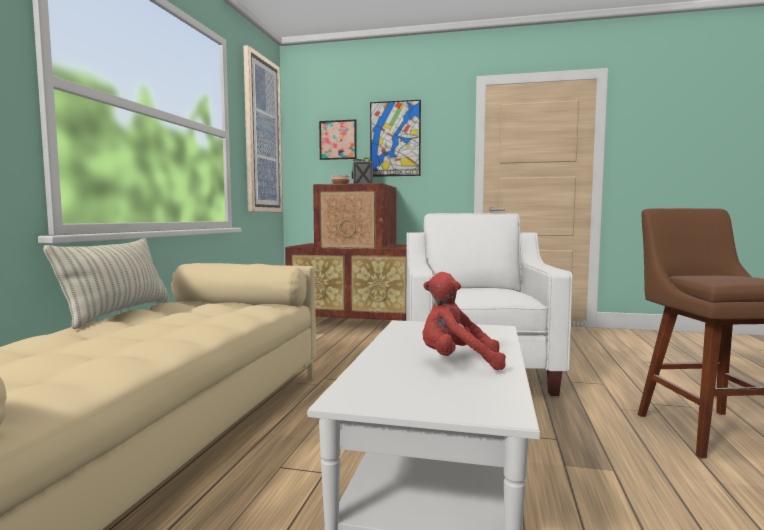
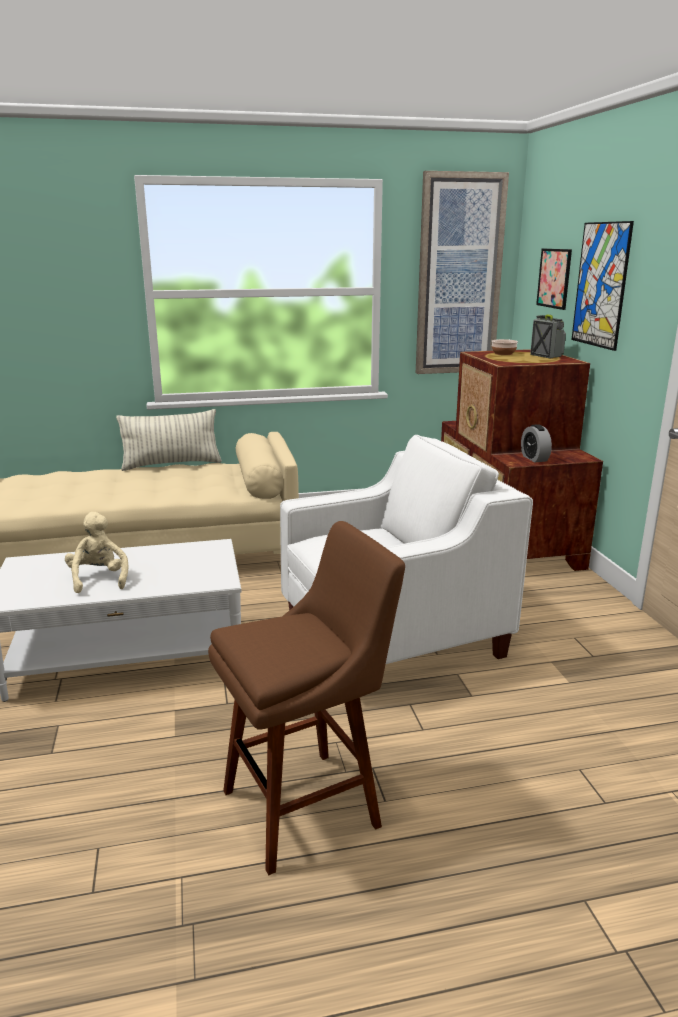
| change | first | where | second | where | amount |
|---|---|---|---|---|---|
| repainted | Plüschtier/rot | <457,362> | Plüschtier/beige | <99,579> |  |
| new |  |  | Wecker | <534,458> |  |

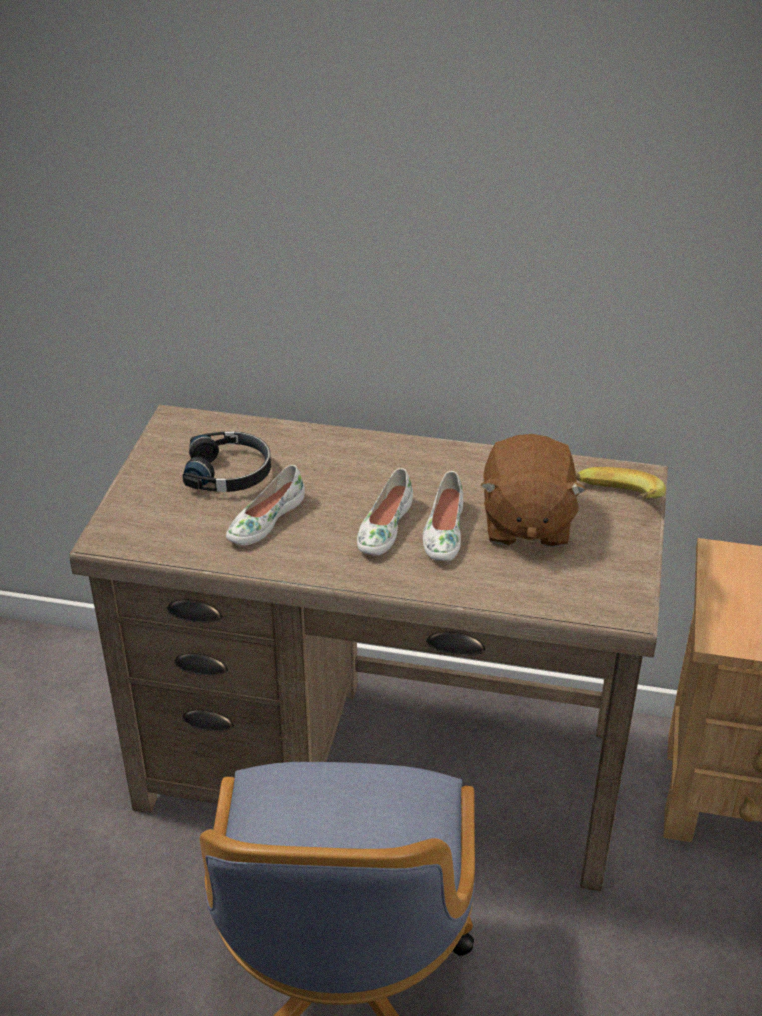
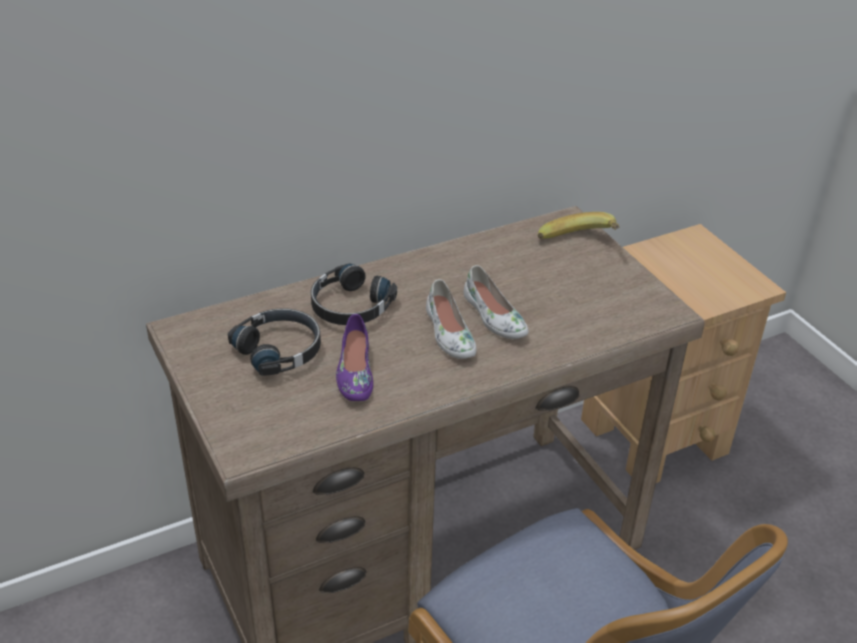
| change | first | where | second | where | amount |
|---|---|---|---|---|---|
| repainted | Schuh/weiß | <265,519> | Schuh/lila | <354,372> |  |
| gone | Plüschtier/braun | <525,523> |  |  |  |
| new |  |  | Kopfhörer/schwarz | <350,306> |  |

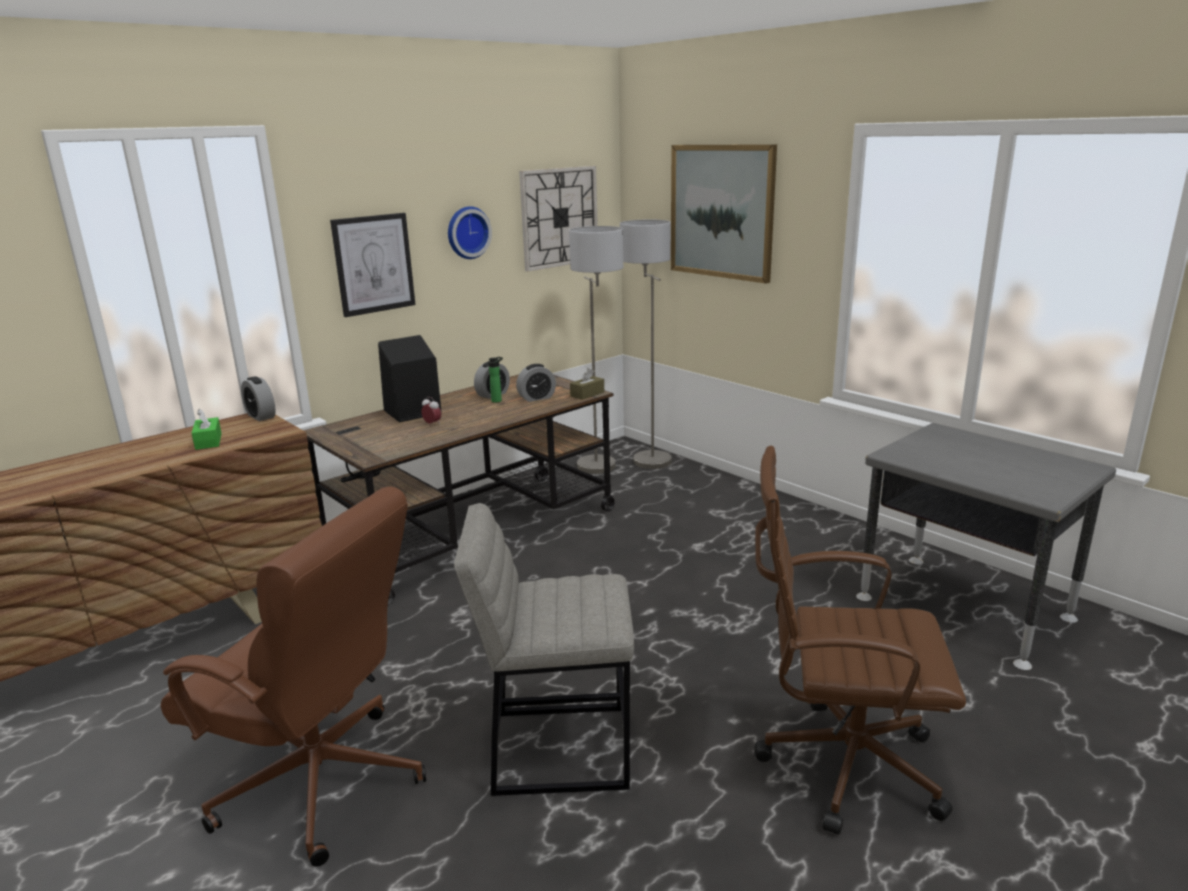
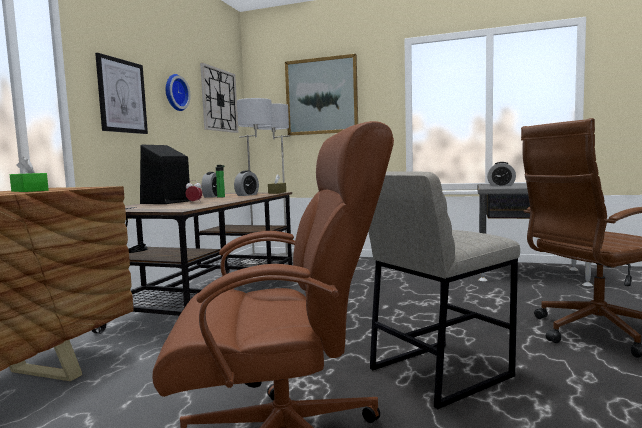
| change | first | where | second | where | amount |
|---|---|---|---|---|---|
| shifted | Wecker | <261,416> |  | <501,186> |  |

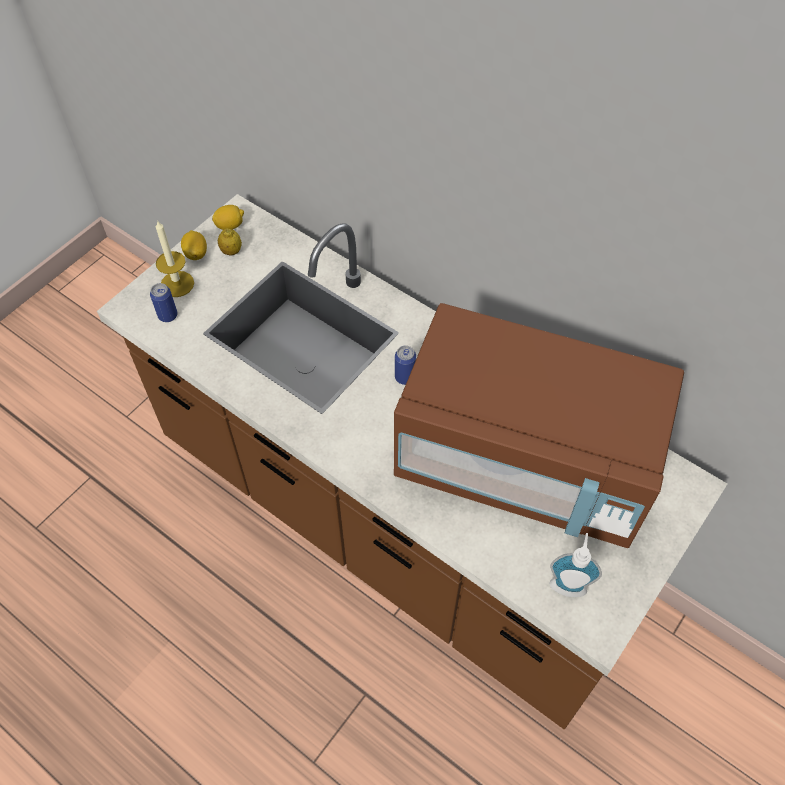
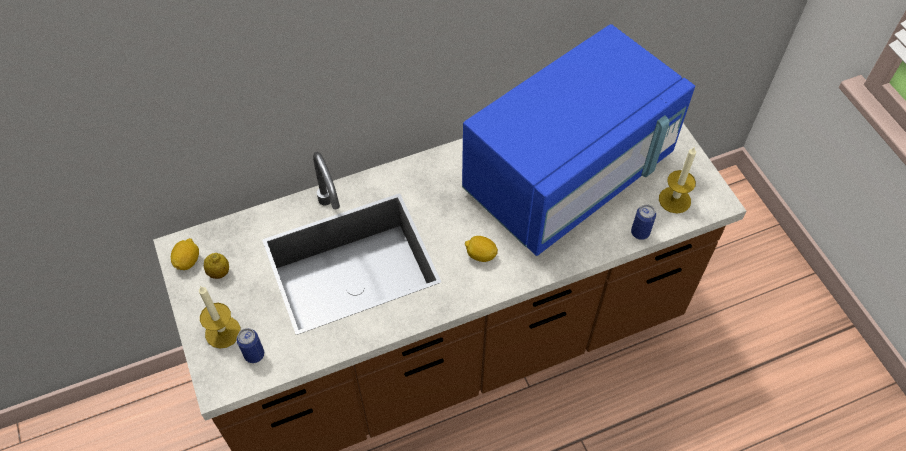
| change | first | where | second | where | amount |
|---|---|---|---|---|---|
| shifted | Zitrone | <196,253> |  | <480,255> |  |
| repainted | Mikrowelle/braun | <524,464> | Mikrowelle/blau | <568,175> |  |
| shifted | Dose | <405,377> |  | <640,233> |  |
| swapped | Seifenspender | <568,583> | Kerze | <674,200> |  |

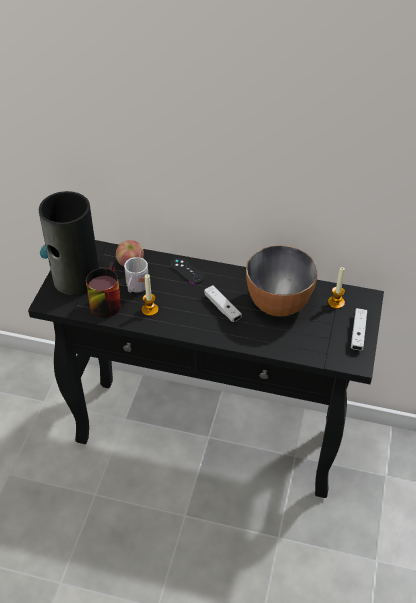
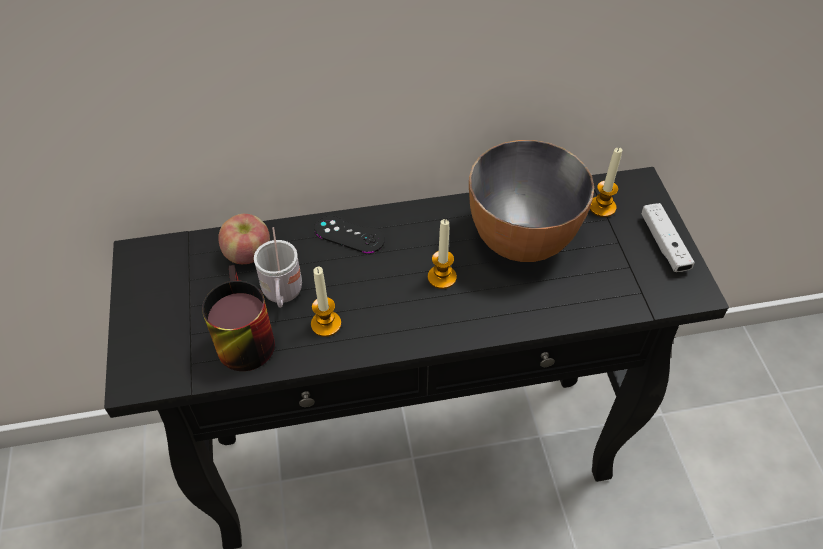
| change | first | where | second | where | amount |
|---|---|---|---|---|---|
| gone | Vase | <76,279> |  |  |  |
| swapped | Gamepad/weiß | <222,308> | Kerze | <442,277> |  |

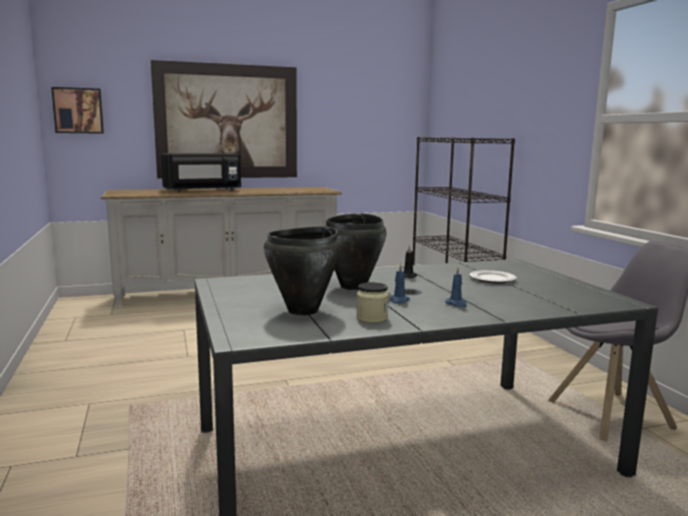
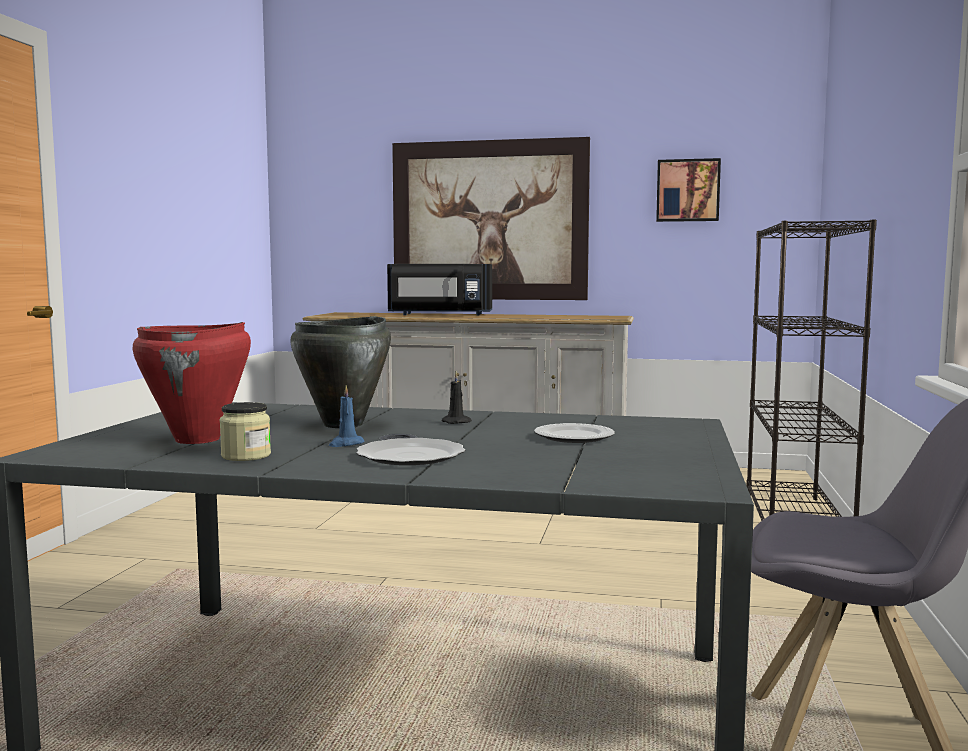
| change | first | where | second | where | amount |
|---|---|---|---|---|---|
| shifted | Bild | <78,110> |  | <687,190> |  |
| repainted | Kochtopf/schwarz | <303,311> | Kochtopf/rot | <198,440> |  |
| swapped | Kerze/blau | <456,304> | Teller | <409,456> |  |

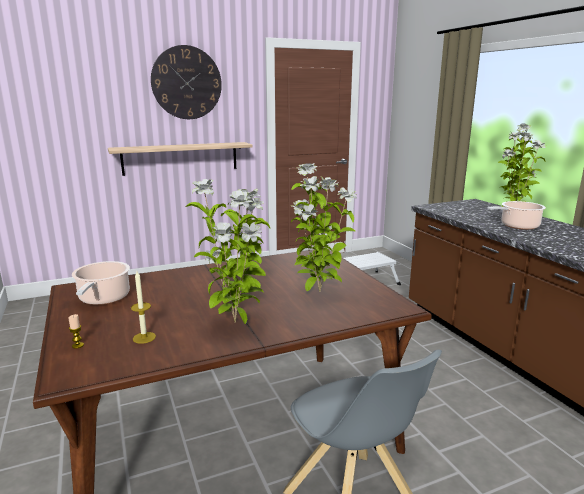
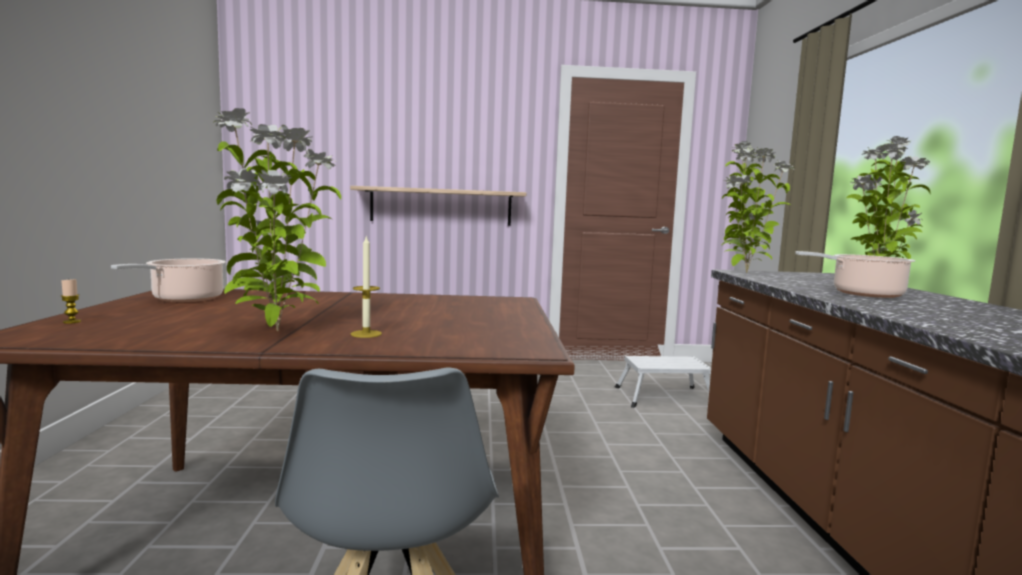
| change | first | where | second | where | amount |
|---|---|---|---|---|---|
| shifted | Kerze | <144,337> |  | <366,334> |  |
| gone | Wanduhr | <186,83> |  |  |  |
| shifted | Topfpflanze | <318,292> |  | <745,272> |  |

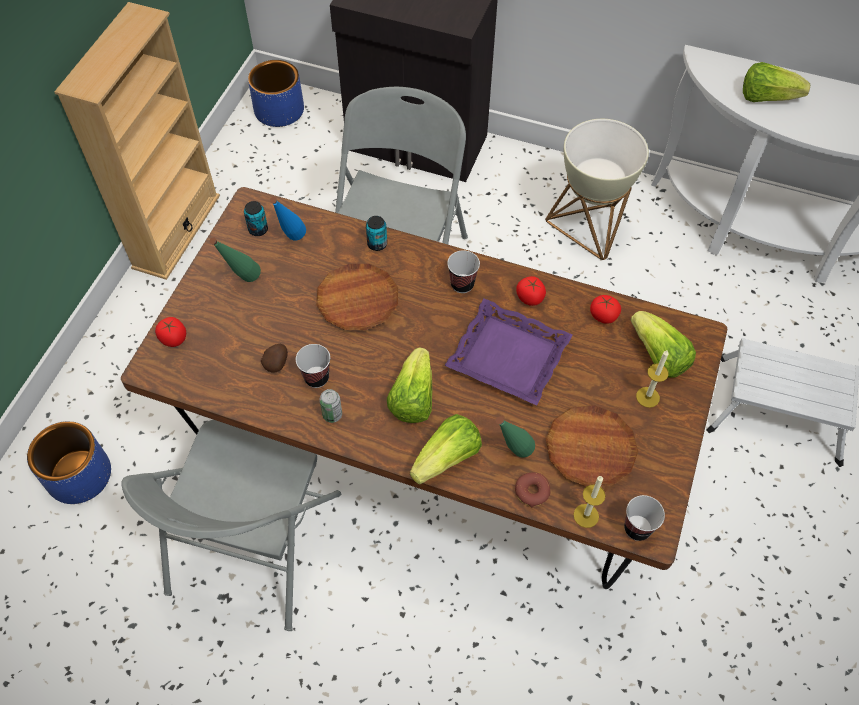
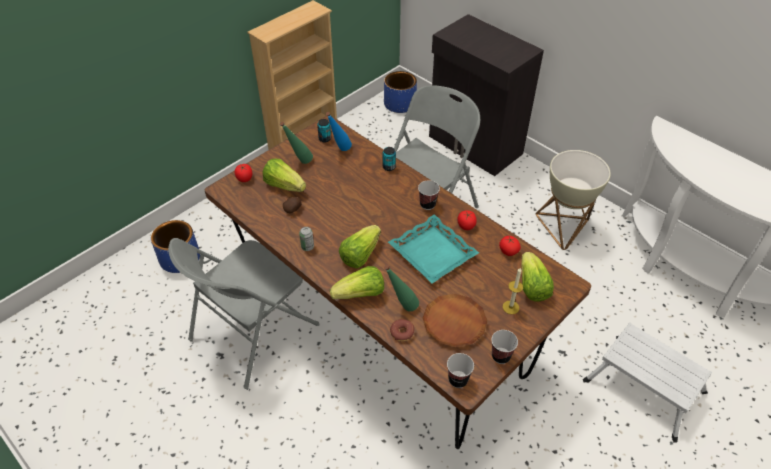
| change | first | where | second | where | amount |
|---|---|---|---|---|---|
| shifted | Tasse | <316,378> |  | <501,356> |  |
| gone | Teller/braun | <357,300> |  |  |  |
| repainted | Tablett/lila | <509,356> | Tablett/türkis | <433,253> |  |
| gone | Kerze | <586,515> |  |  |  |
| shifted | Salatkopf | <766,97> |  | <284,185> |  |

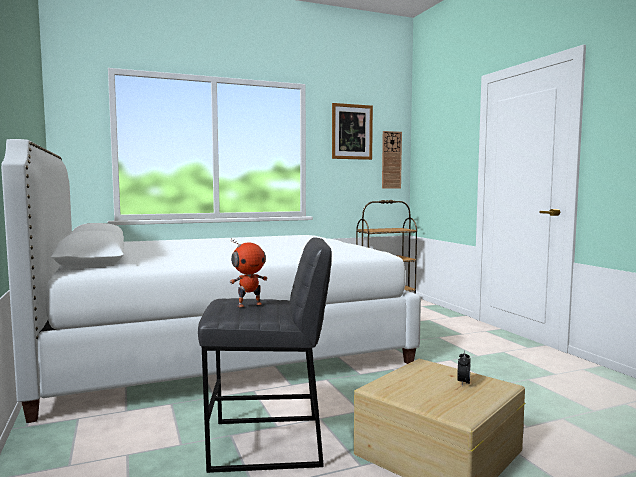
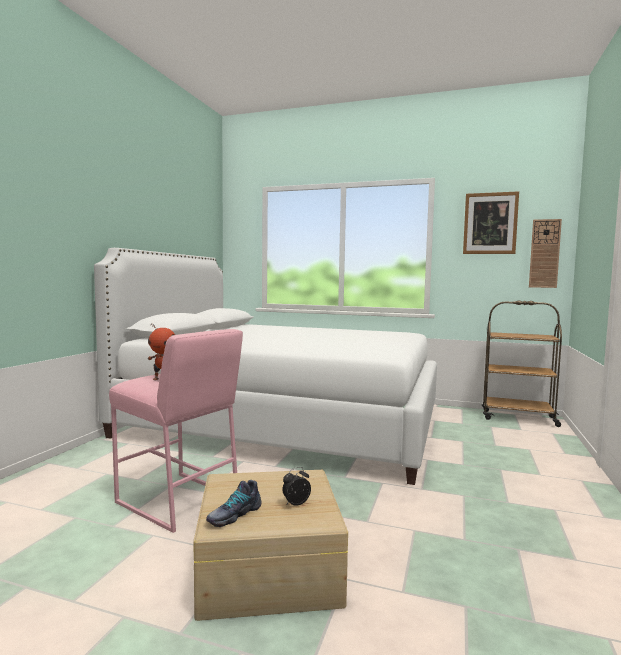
| change | first | where | second | where | amount |
|---|---|---|---|---|---|
| repainted | Hocker/grau | <269,443> | Hocker/rosa | <178,500> |  |
| new |  |  | Schuh | <234,514> |  |

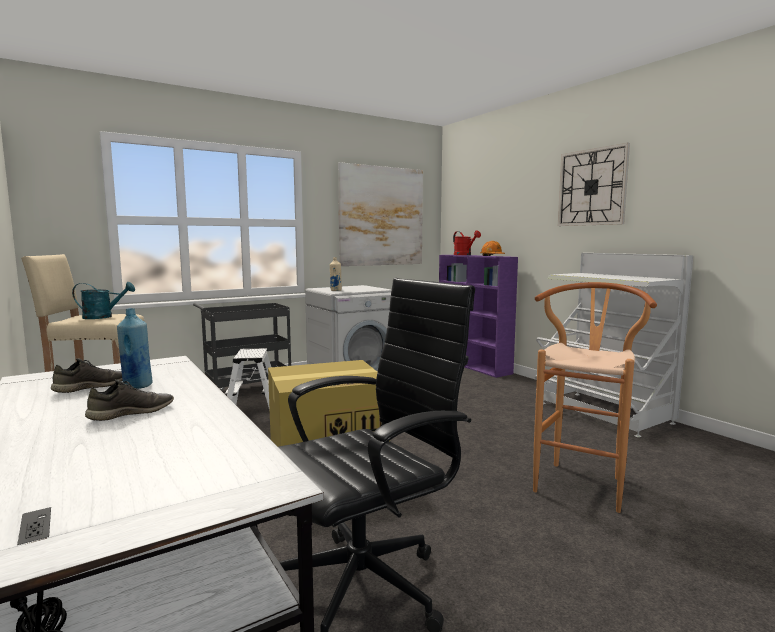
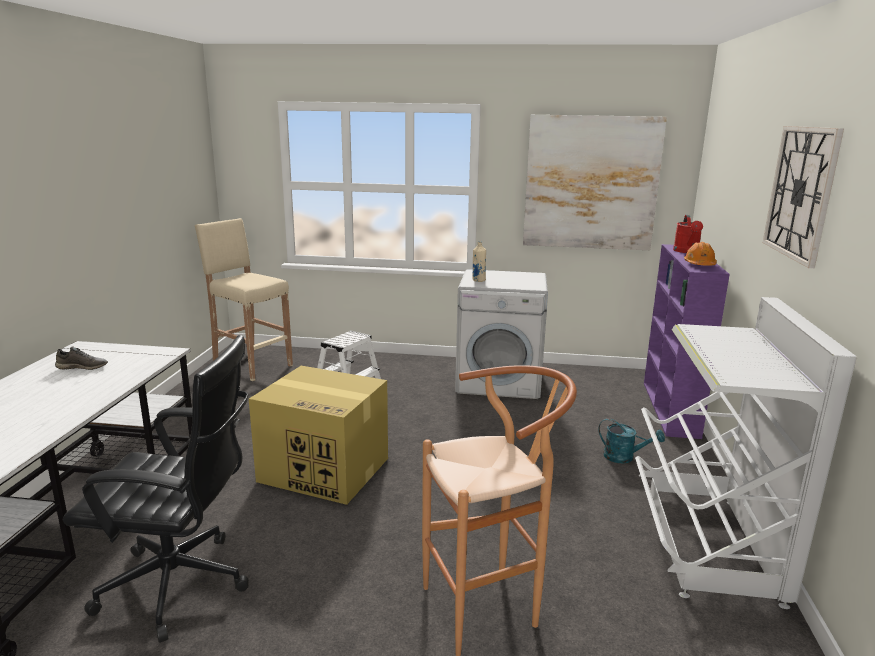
| change | first | where | second | where | amount |
|---|---|---|---|---|---|
| shifted | Gießkanne/türkis | <103,317> |  | <624,457> |  |
| gone | Schuh/grau | <131,412> |  |  |  |
| gone | Flasche/blau | <137,386> |  |  |  |
| gone | Rollwagen/grau | <245,390> |  |  |  |

